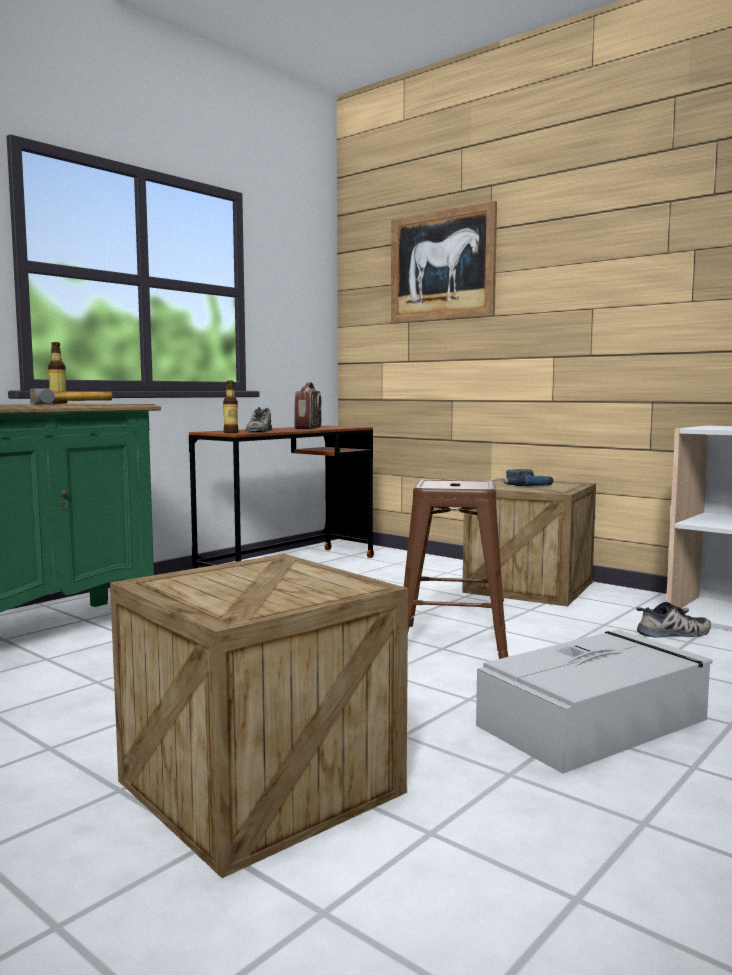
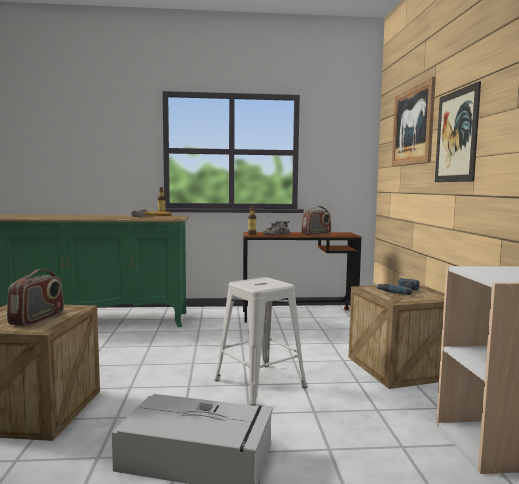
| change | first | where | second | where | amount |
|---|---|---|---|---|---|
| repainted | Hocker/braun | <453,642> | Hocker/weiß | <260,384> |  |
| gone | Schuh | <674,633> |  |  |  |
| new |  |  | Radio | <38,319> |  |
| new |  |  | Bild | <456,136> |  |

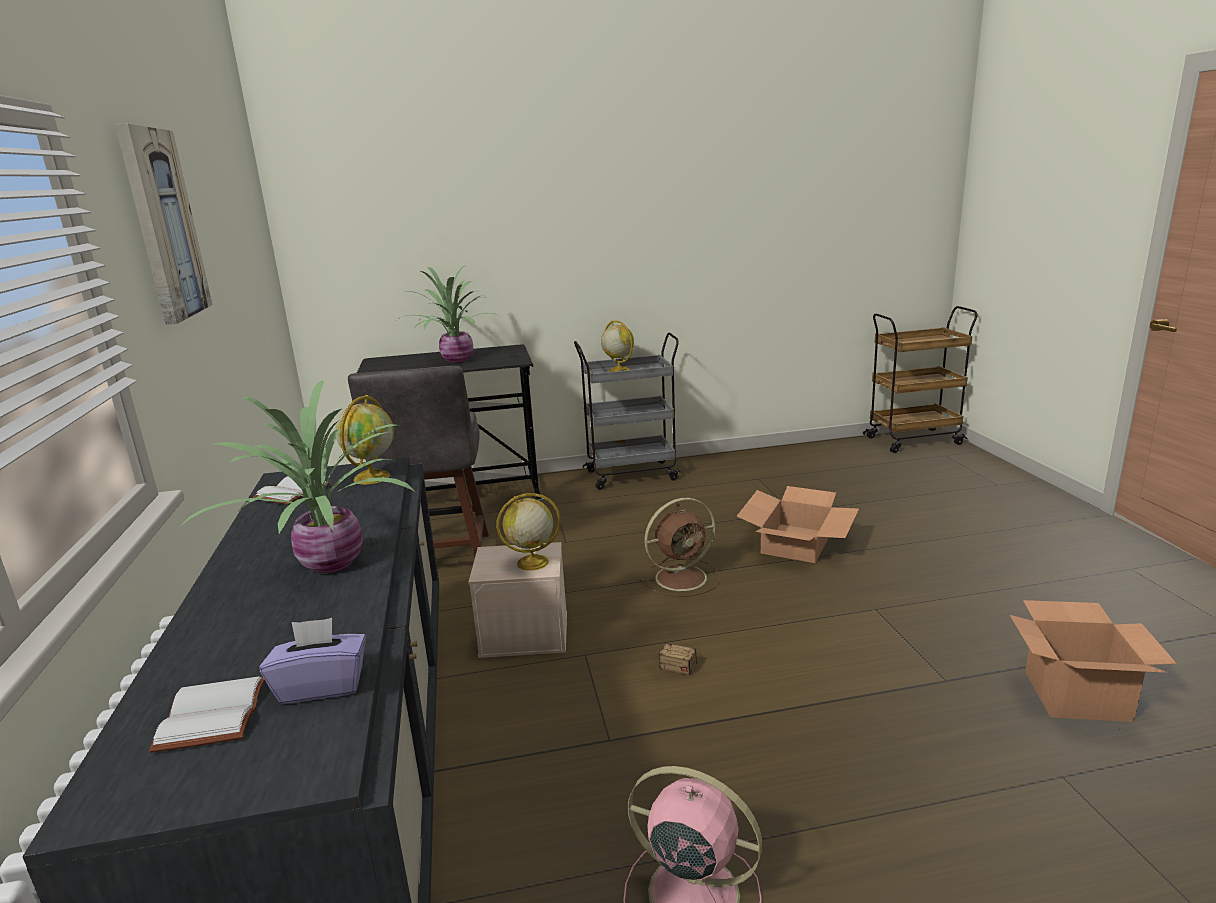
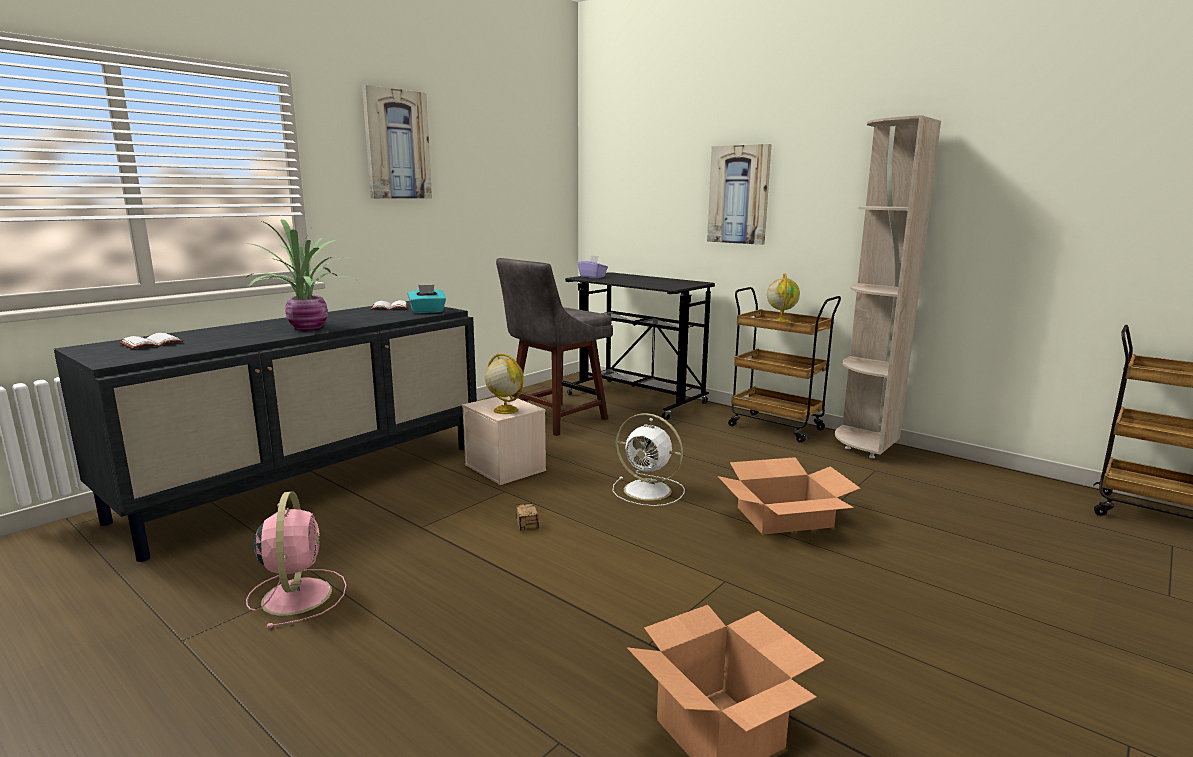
| change | first | where | second | where | amount |
|---|---|---|---|---|---|
| shifted | Taschentuchbox/lila | <322,685> |  | <592,277> |  |
| swapped | Globus | <372,477> | Taschentuchbox/türkis | <427,311> |  |
| gone | Topfpflanze | <456,360> |  |  |  |
| repainted | Rollwagen/grau | <632,475> | Rollwagen/braun | <776,428> |  |
| repainted | Ventilator/braun | <683,577> | Ventilator/weiß | <649,491> |  |
| new |  |  | Bild | <739,195> |  |
| new |  |  | Bücherregal/beige | <862,447> |  |

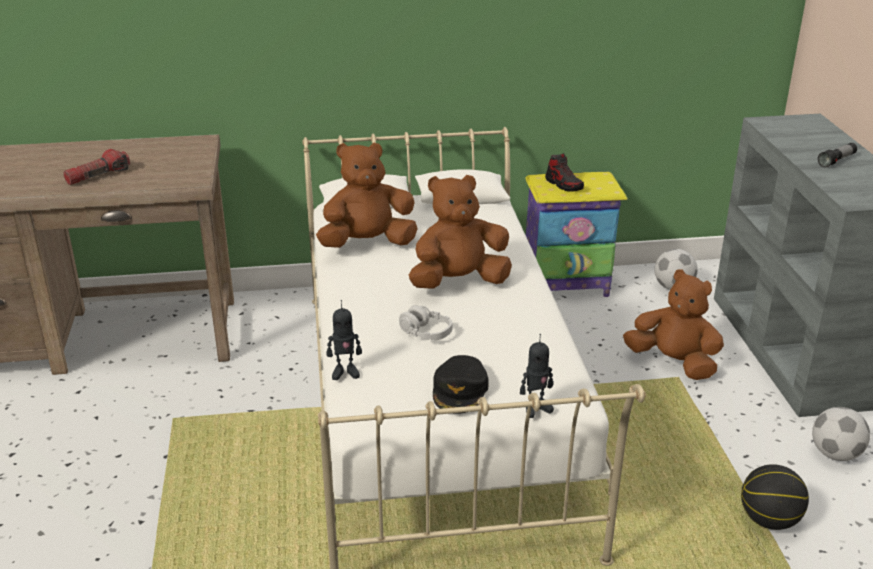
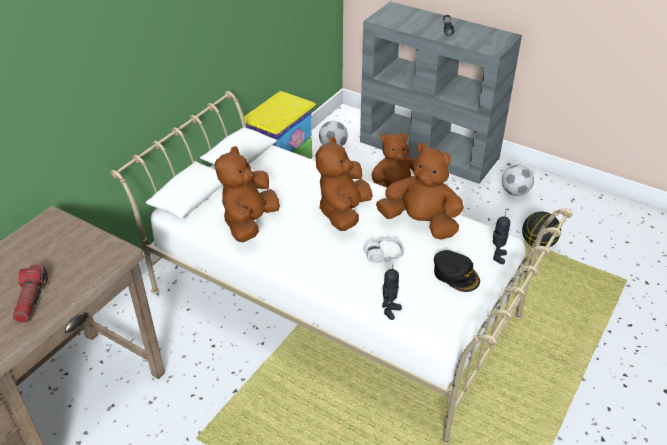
| change | first | where | second | where | amount |
|---|---|---|---|---|---|
| gone | Schuh | <564,184> |  |  |  |
| new |  |  | Plüschtier/braun | <420,223> |  |

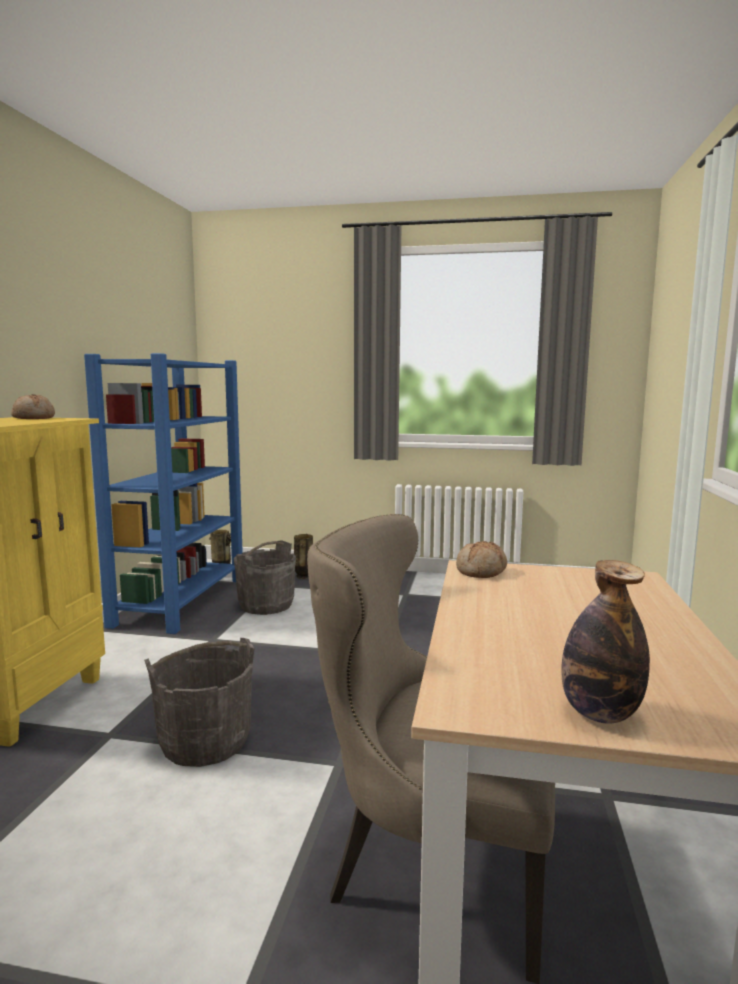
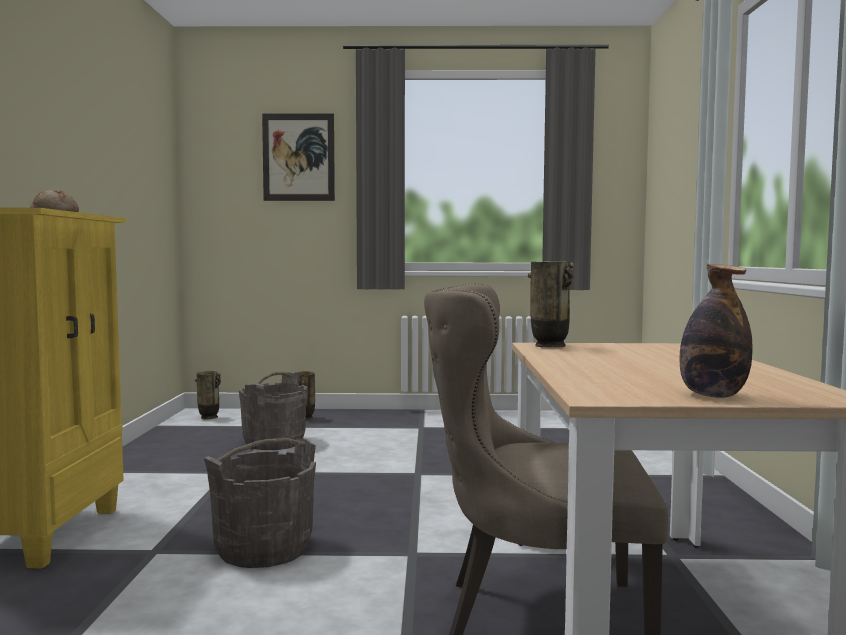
| change | first | where | second | where | amount |
|---|---|---|---|---|---|
| gone | Bücherregal/blau | <181,601> |  |  |  |
| swapped | Brot | <482,571> | Vase | <550,346> |  |
| new |  |  | Bild | <298,157> |  |

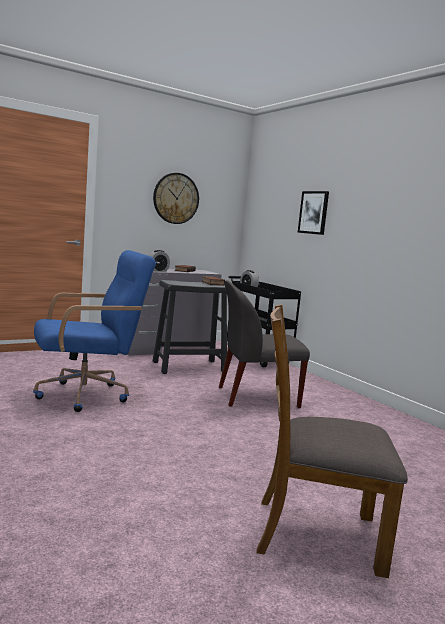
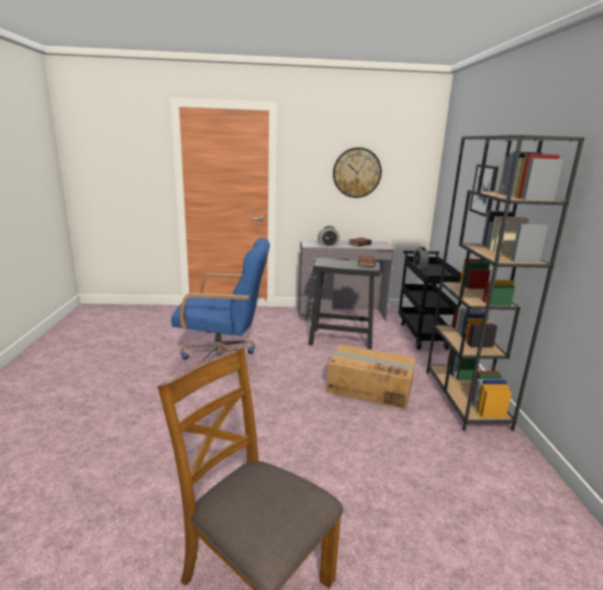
| change | first | where | second | where | amount |
|---|---|---|---|---|---|
| swapped | Stuhl/grau | <255,397> | Karton | <369,388> |  |
| new |  |  | Bücherregal | <466,399> |  |

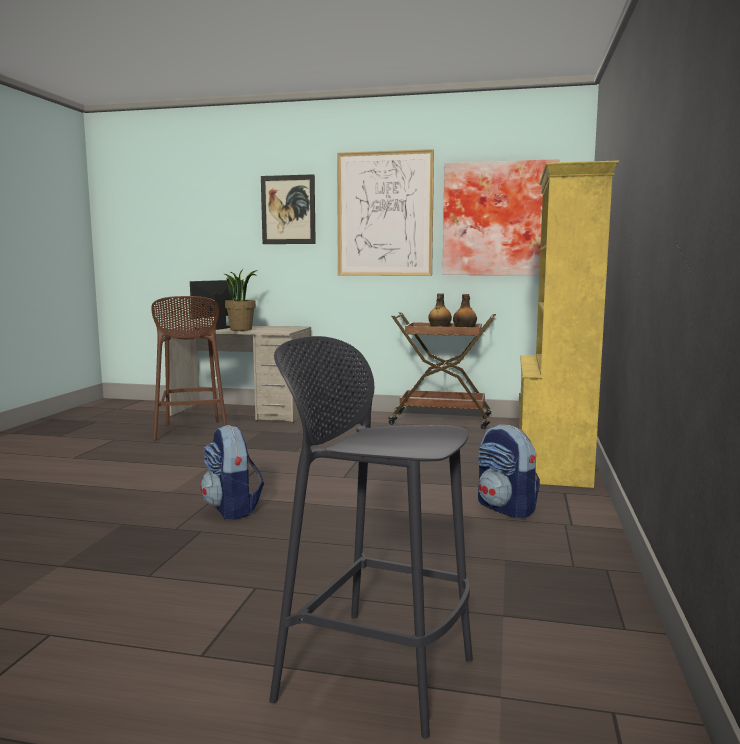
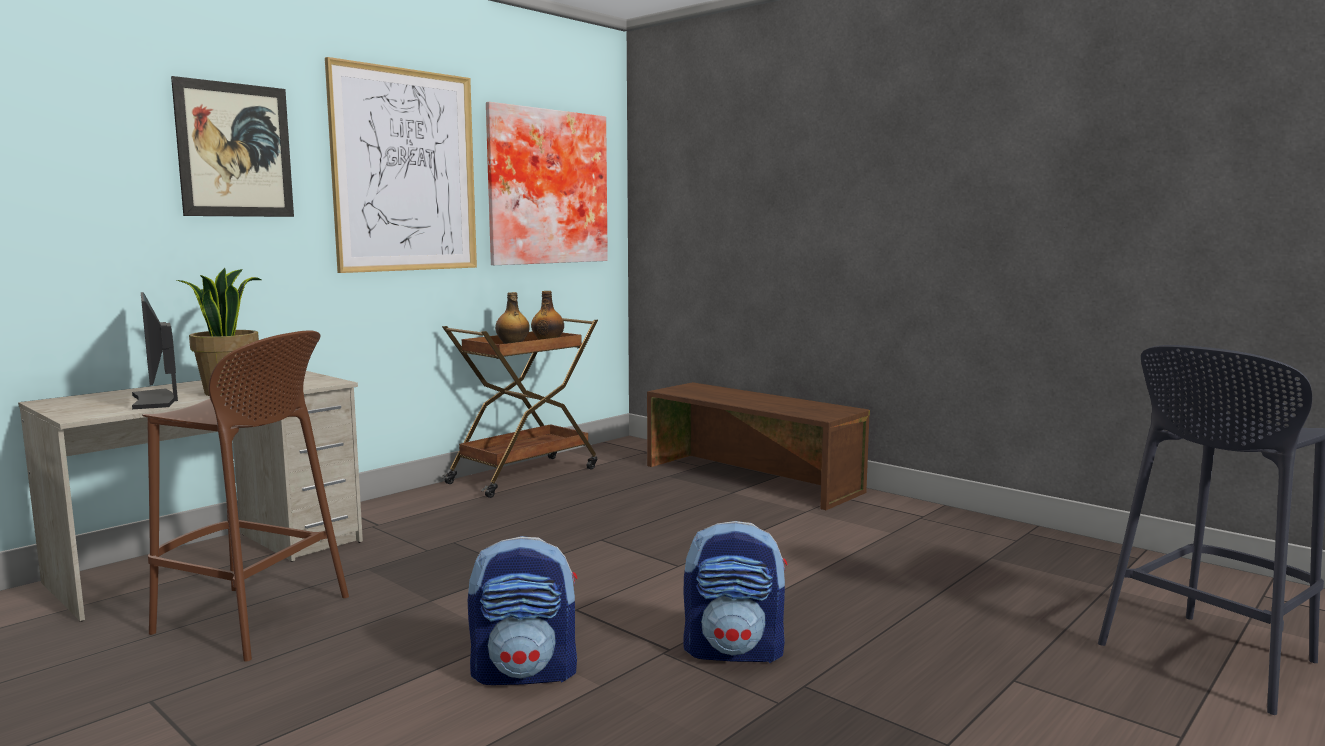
| change | first | where | second | where | amount |
|---|---|---|---|---|---|
| shifted | Rucksack | <506,508> |  | <526,673> |  |
| swapped | Bücherregal/gelb | <553,464> | Bank/braun | <753,478> |  |

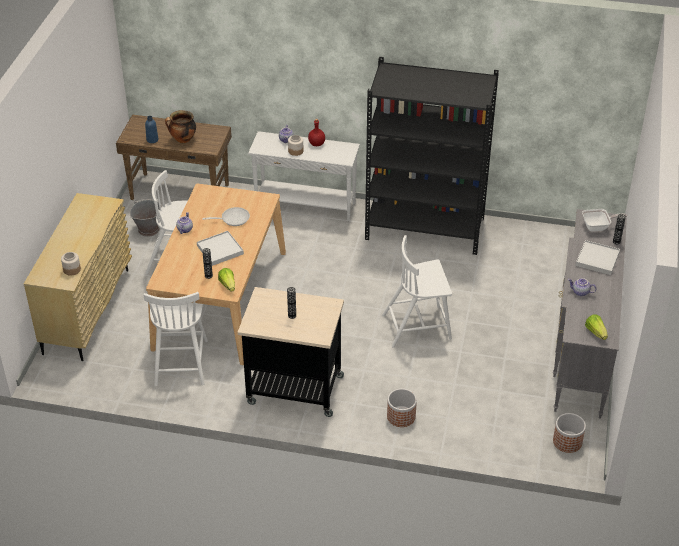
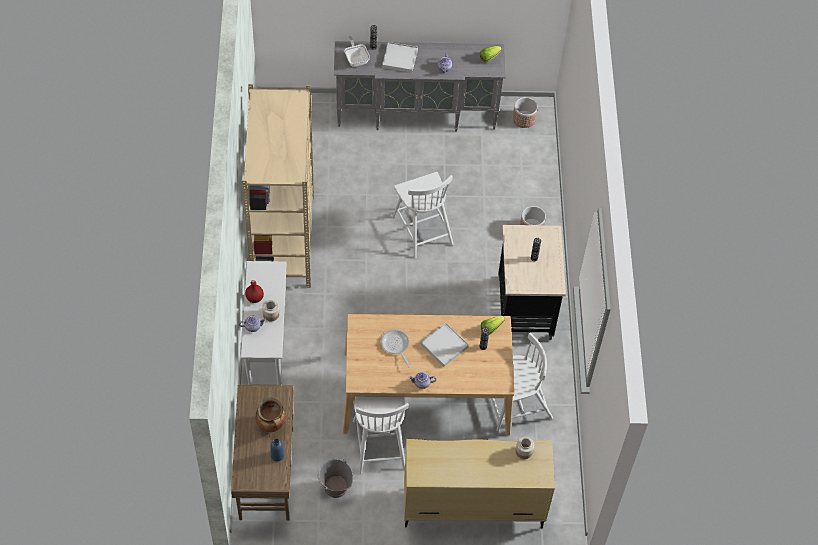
| change | first | where | second | where | amount |
|---|---|---|---|---|---|
| repainted | Bücherregal/schwarz | <425,228> | Bücherregal/beige | <283,240> |  |

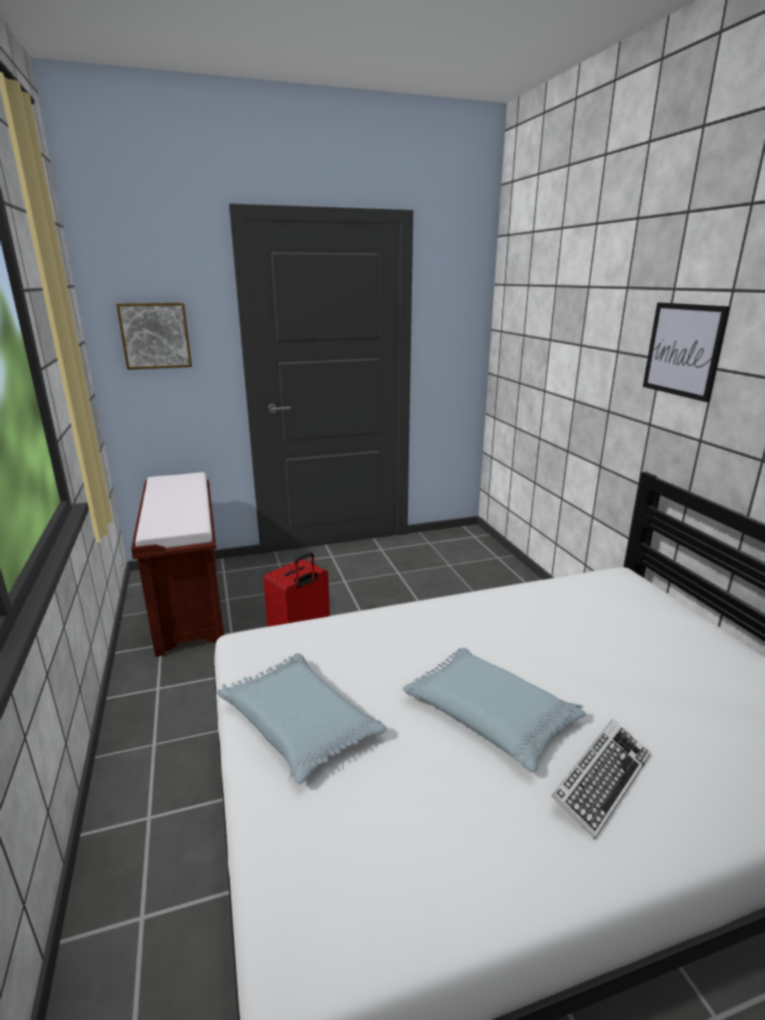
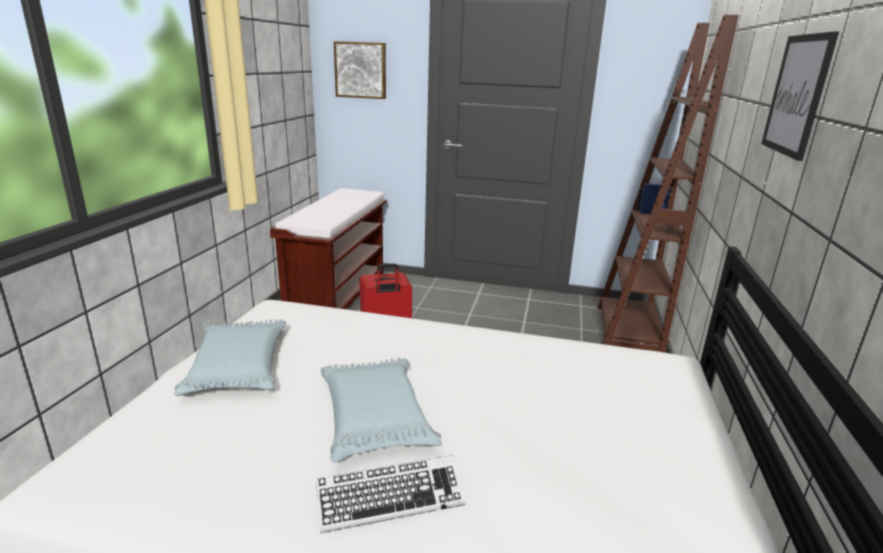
| change | first | where | second | where | amount |
|---|---|---|---|---|---|
| new |  |  | Bücherregal/braun | <628,331> |  |

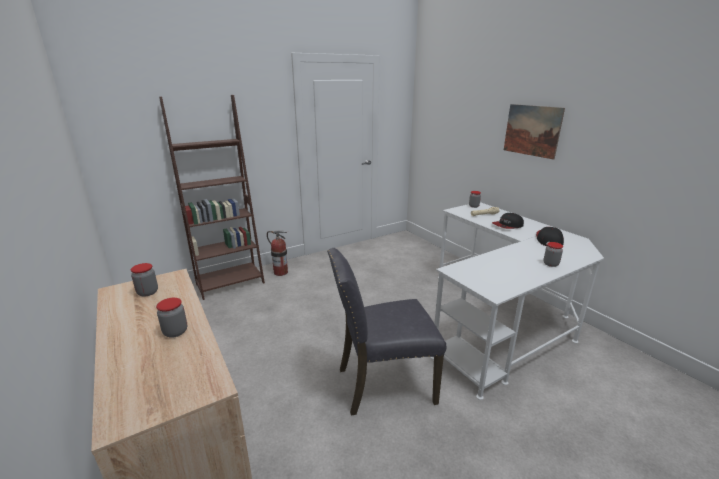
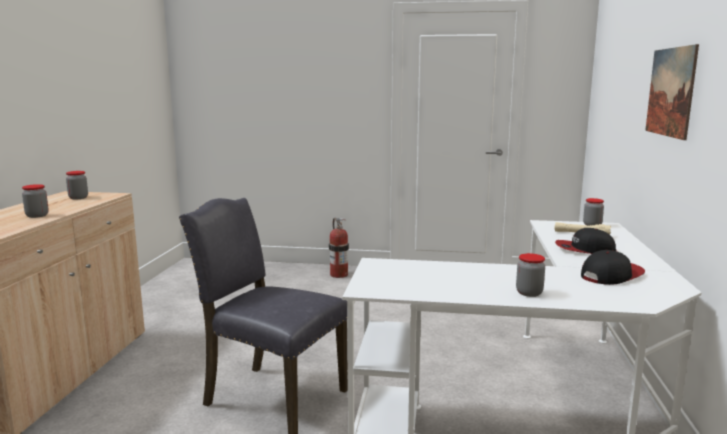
| change | first | where | second | where | amount |
|---|---|---|---|---|---|
| gone | Bücherregal/braun | <230,283> |  |  |  |

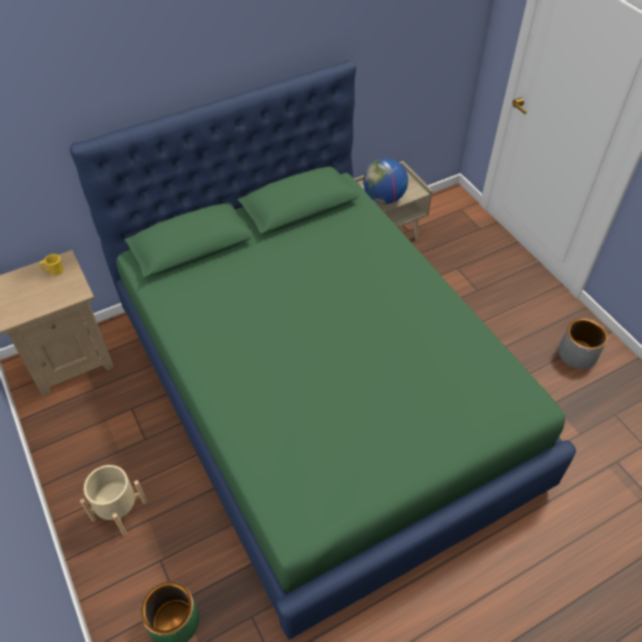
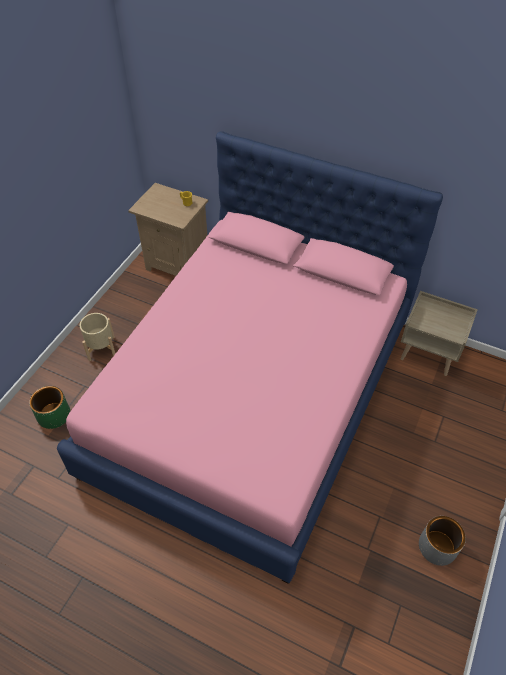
| change | first | where | second | where | amount |
|---|---|---|---|---|---|
| repainted | Bett/grün | <320,394> | Bett/rosa | <253,396> |  |
| gone | Globus | <384,198> |  |  |  |

